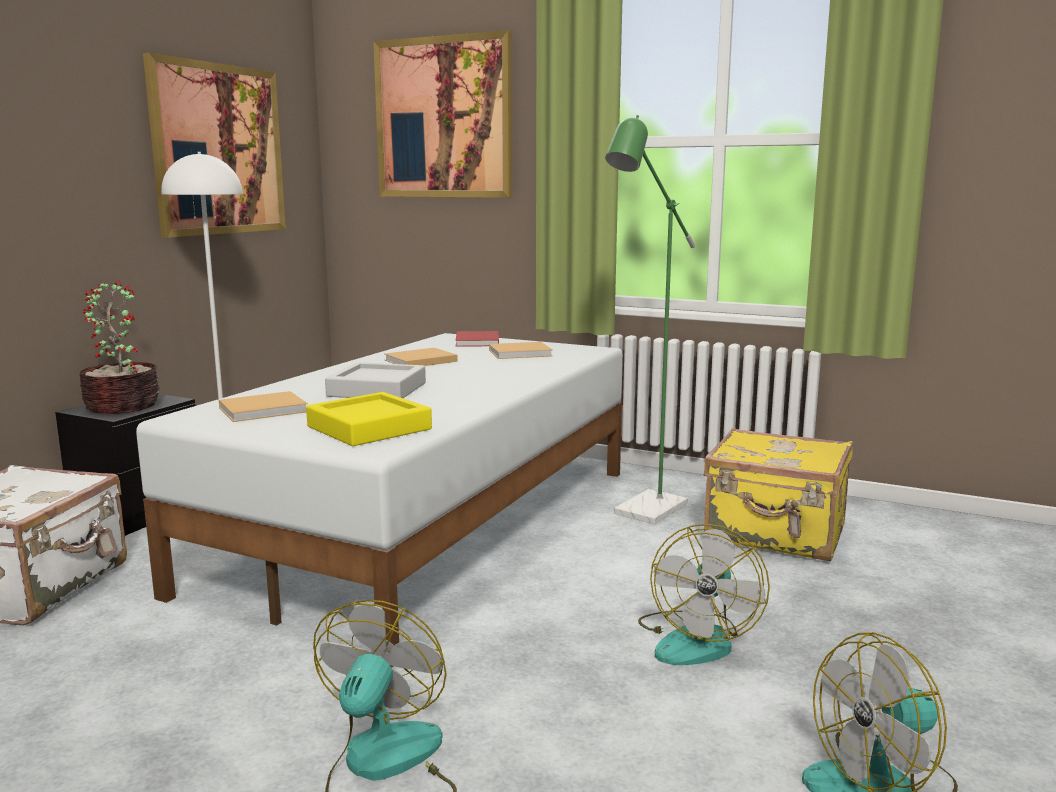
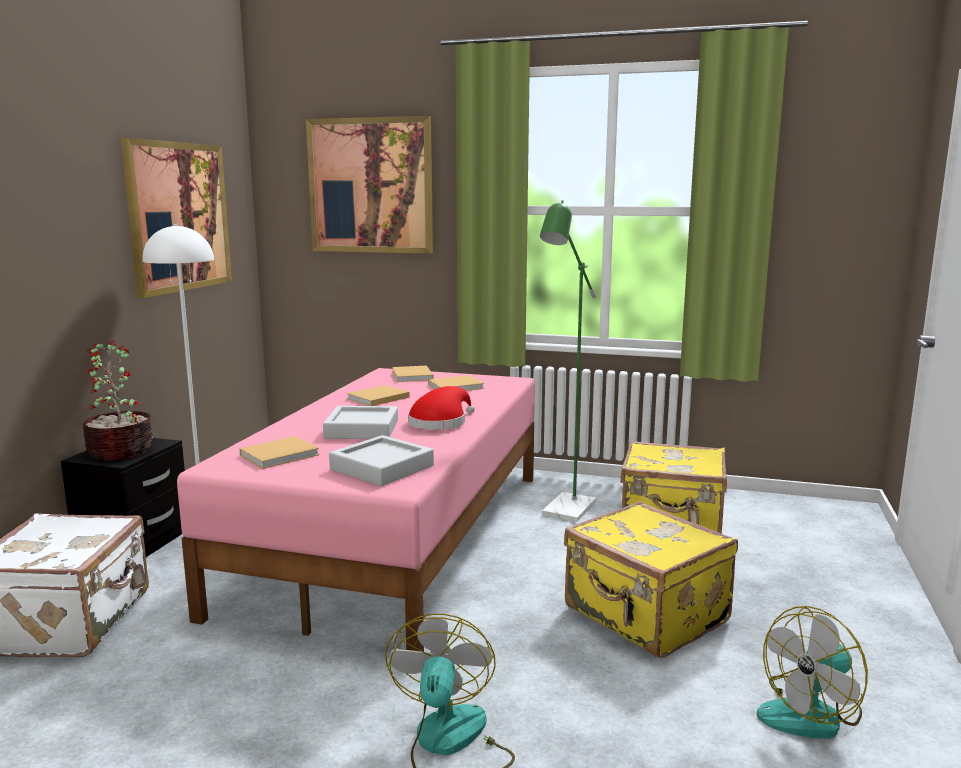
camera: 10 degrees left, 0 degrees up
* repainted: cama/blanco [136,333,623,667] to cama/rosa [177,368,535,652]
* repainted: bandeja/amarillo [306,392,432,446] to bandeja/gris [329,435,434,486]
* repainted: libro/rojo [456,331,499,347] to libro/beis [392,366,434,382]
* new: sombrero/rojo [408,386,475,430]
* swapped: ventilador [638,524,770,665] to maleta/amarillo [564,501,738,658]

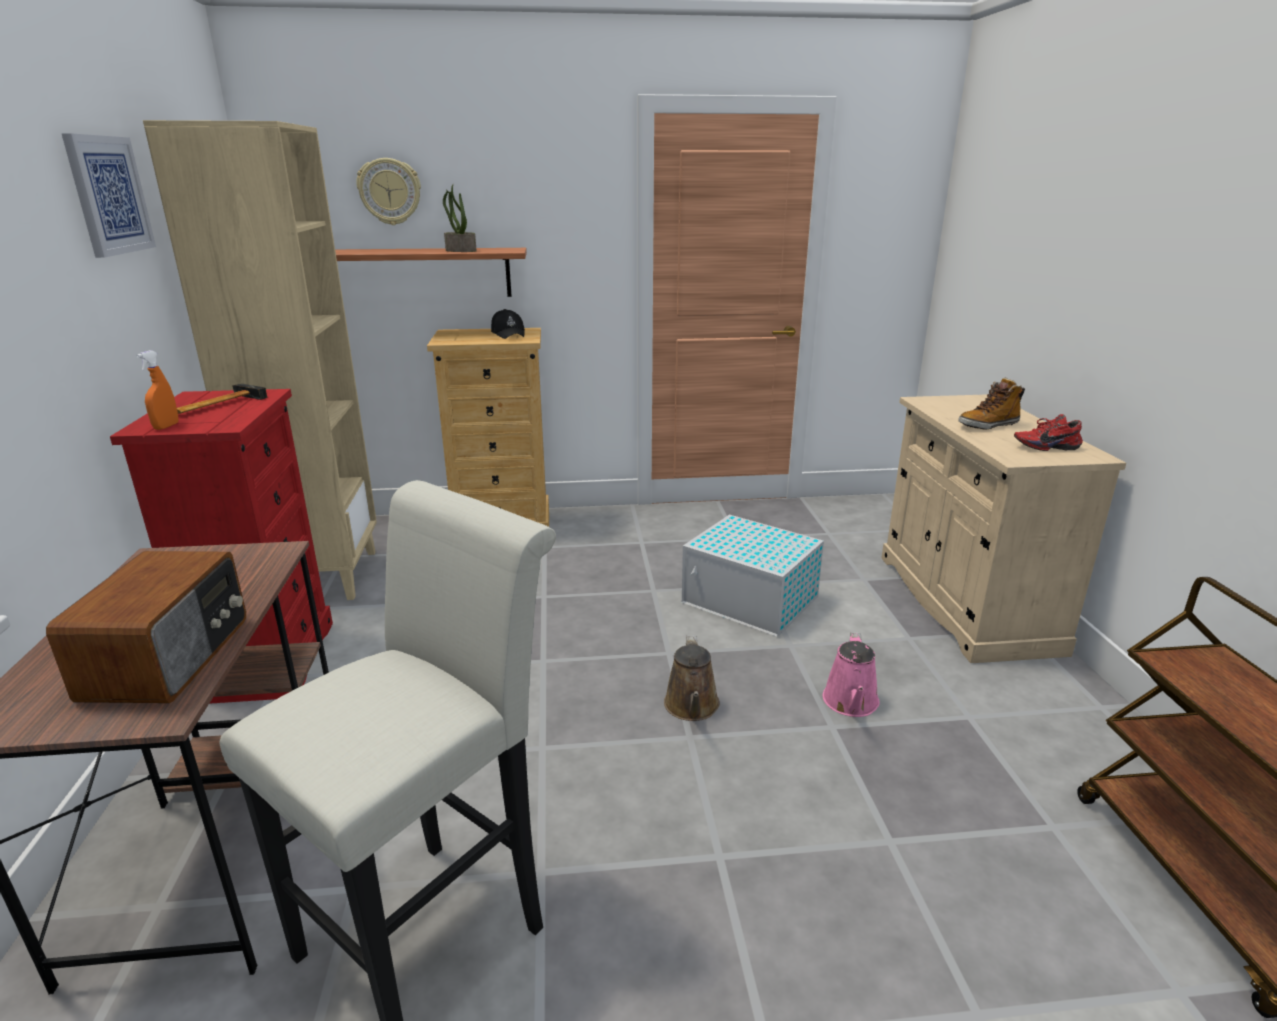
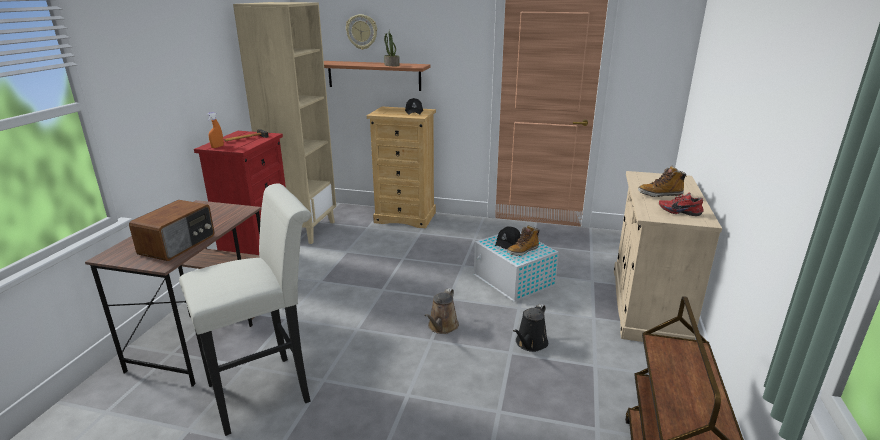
camera: 20 degrees right, 0 degrees up
* new: gorra/negro [495,226,521,249]
* new: bota [507,225,540,256]
* repainted: regadera/rosa [823,632,880,717] to regadera/negro [513,304,548,352]
* gone: cuadro [61,133,156,258]

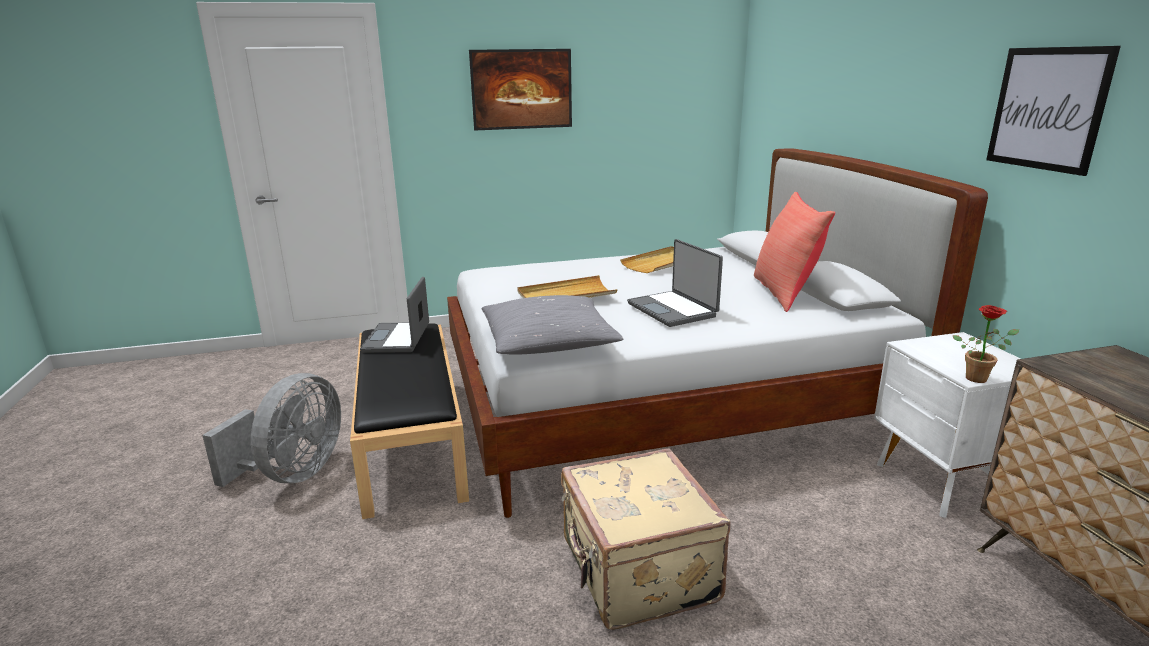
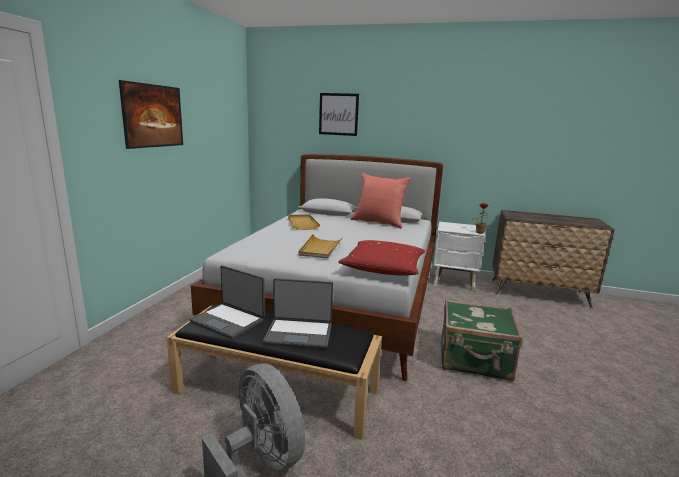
camera: 60 degrees left, 5 degrees down
* shifted: portátil [627,239,723,327] to [263,278,333,349]
* shifted: cuadro [986,46,1121,176] to [319,93,359,136]
* repainted: cojín/gris [482,295,624,354] to cojín/rojo [338,240,425,276]
* repainted: maleta/beis [561,448,731,630] to maleta/verde [441,299,523,381]

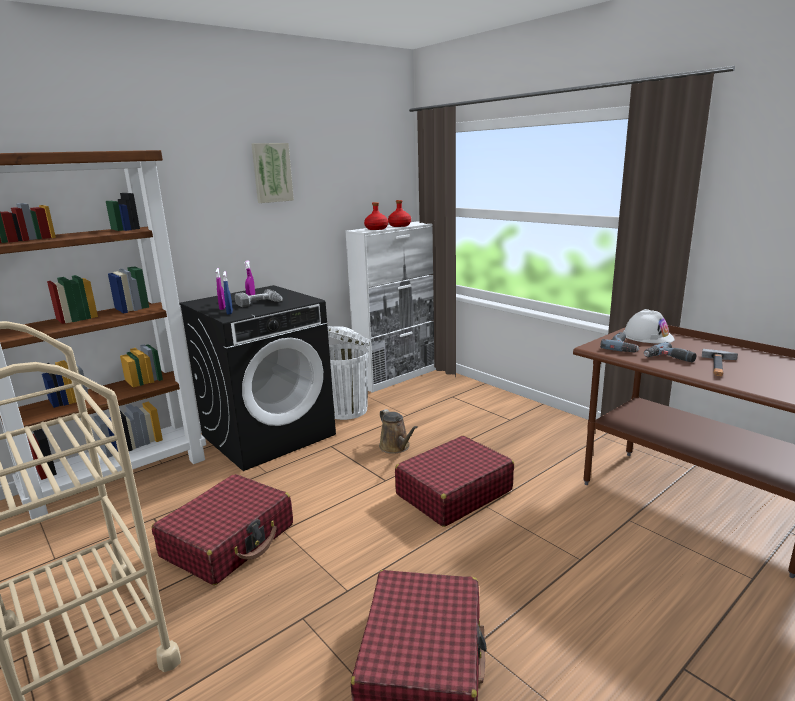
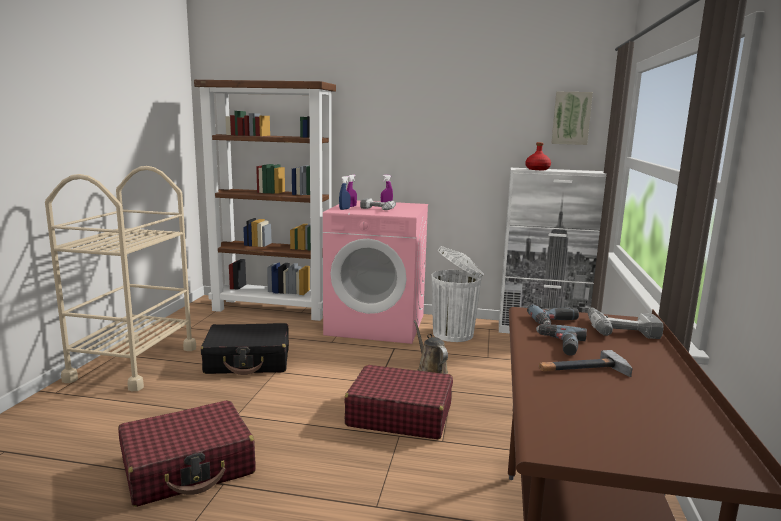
camera: 50 degrees right, 5 degrees down
* repainted: maleta/rojo [152,474,293,585] to maleta/negro [201,323,289,375]
* repainted: lavadora/negro [179,285,336,471] to lavadora/rosa [323,200,428,344]
* rotated: regadera/marrón [379,409,418,454] = [414,320,448,374] 135 degrees clockwise
* shifted: cuadro [251,143,294,203] to [551,92,593,145]
* swapped: casco/blanco [623,309,675,344] to taladro [587,307,664,339]
* gone: botella/rojo [388,200,411,227]

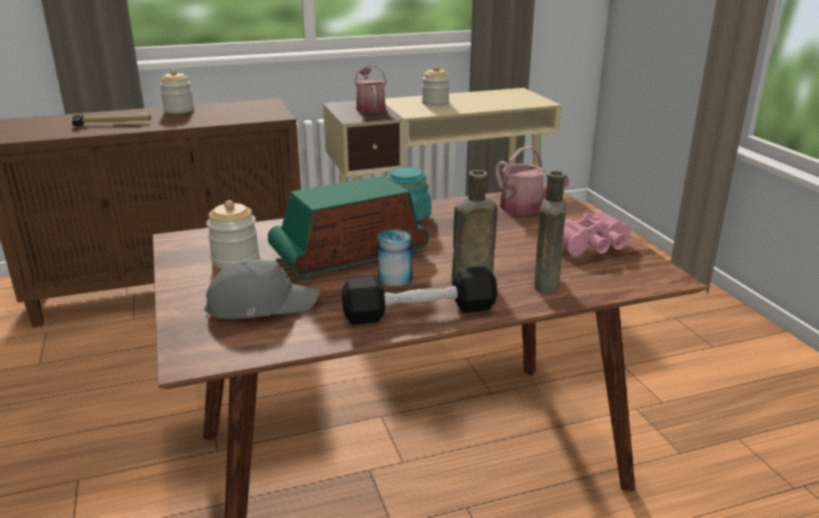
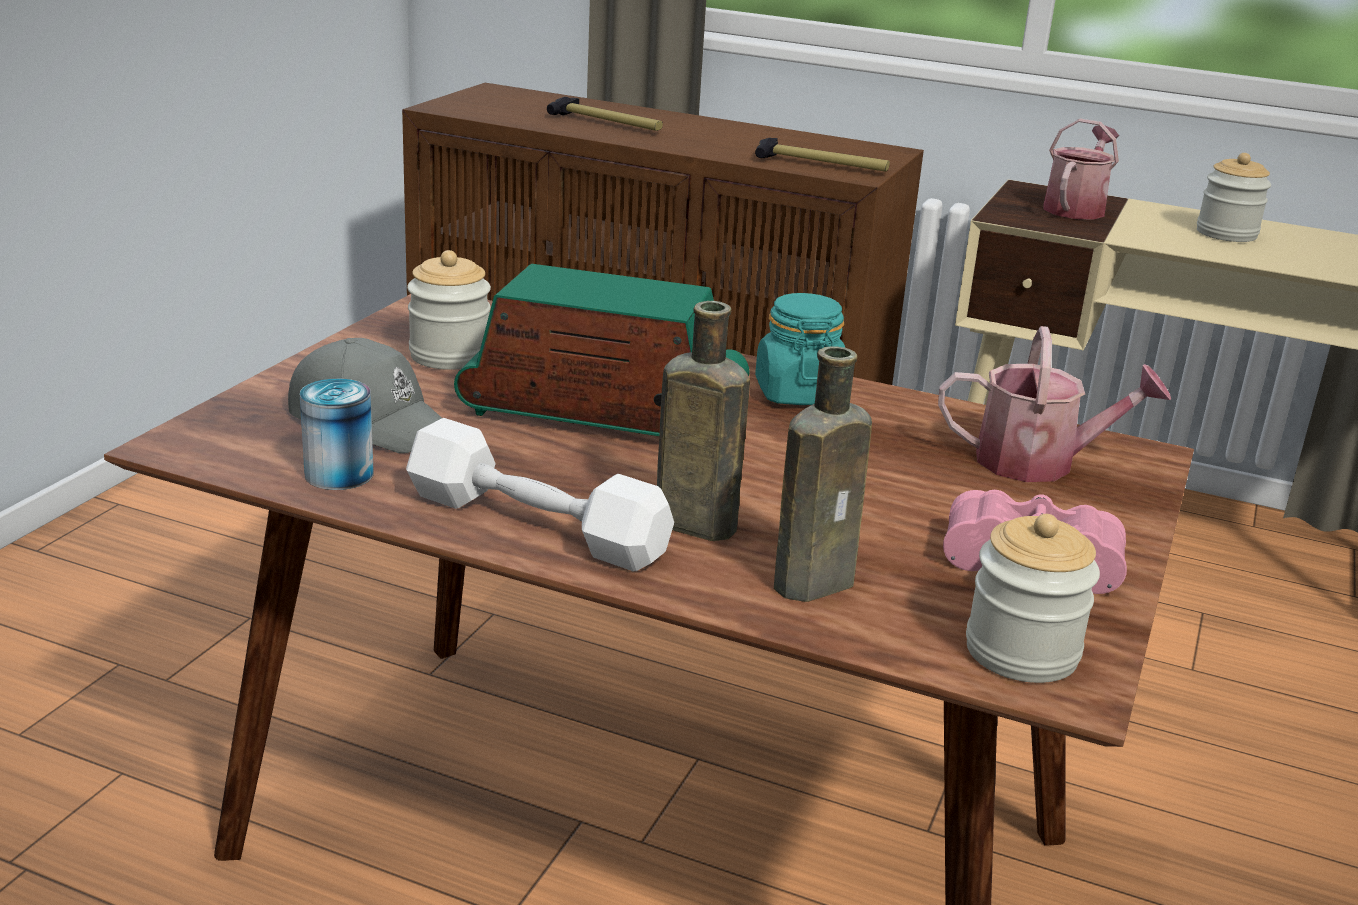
camera: 40 degrees right, 0 degrees up
* shifted: lata [377,229,413,286] to [300,379,374,490]
* repainted: mancuerna/negro [342,266,498,325] to mancuerna/blanco [406,418,674,571]
* new: martillo [755,138,890,171]
* rotated: regadera [495,146,569,215] = [938,326,1171,482] 90 degrees counterclockwise
* shifted: tarro [159,70,194,114] to [966,514,1100,683]

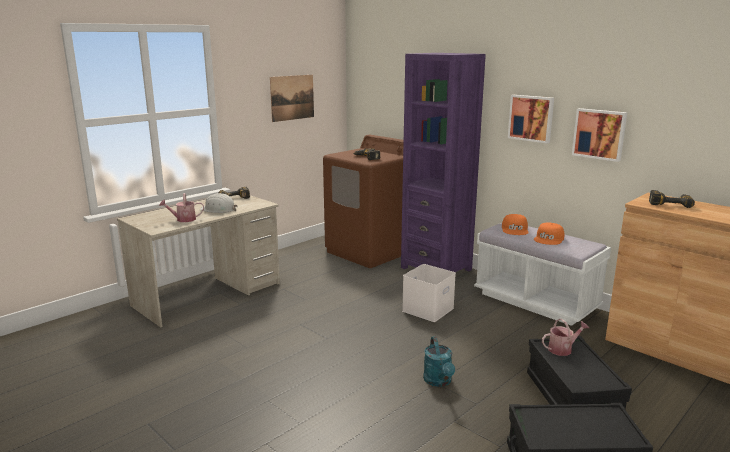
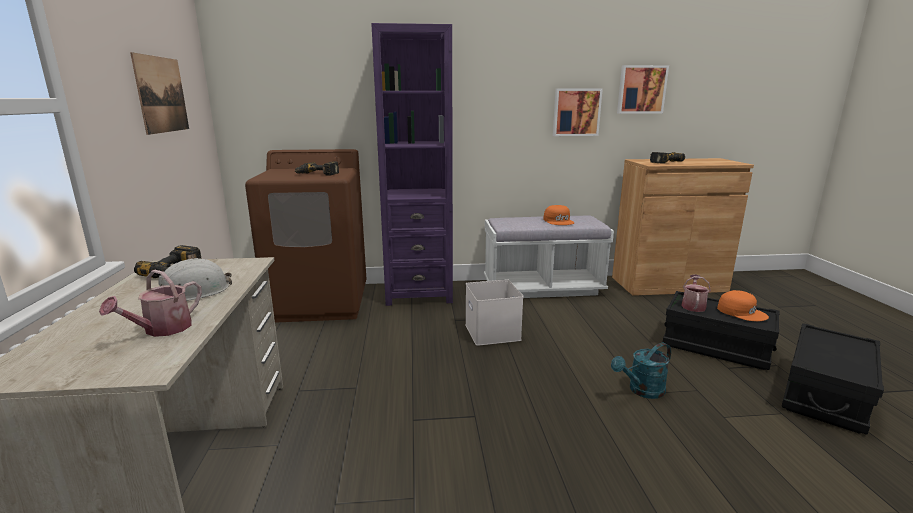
camera: 50 degrees left, 0 degrees up
* rotated: regadera/turquesa [423,336,455,387] = [611,343,671,399] 120 degrees clockwise
* shifted: cuadro [508,95,554,143] to [617,65,669,114]
* shifted: gorra/naranja [502,214,529,235] to [717,290,769,321]

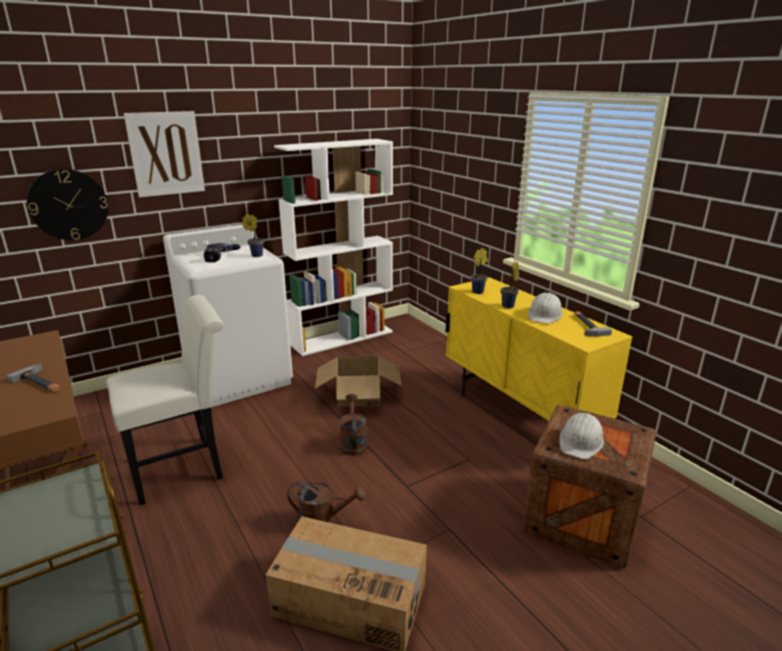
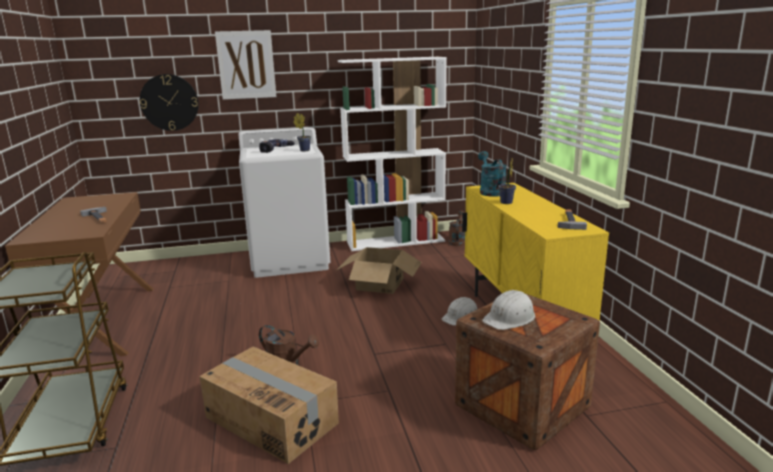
camera: 20 degrees right, 5 degrees down
* shifted: casco/blanco [528,292,563,324] to [442,297,477,326]
* shifted: regadera/marrón [339,394,368,456] to [449,210,465,246]
* swapped: planta en maceta [471,247,488,294] to regadera/turquesa [478,151,507,197]
* gone: silla/blanco [106,294,224,505]

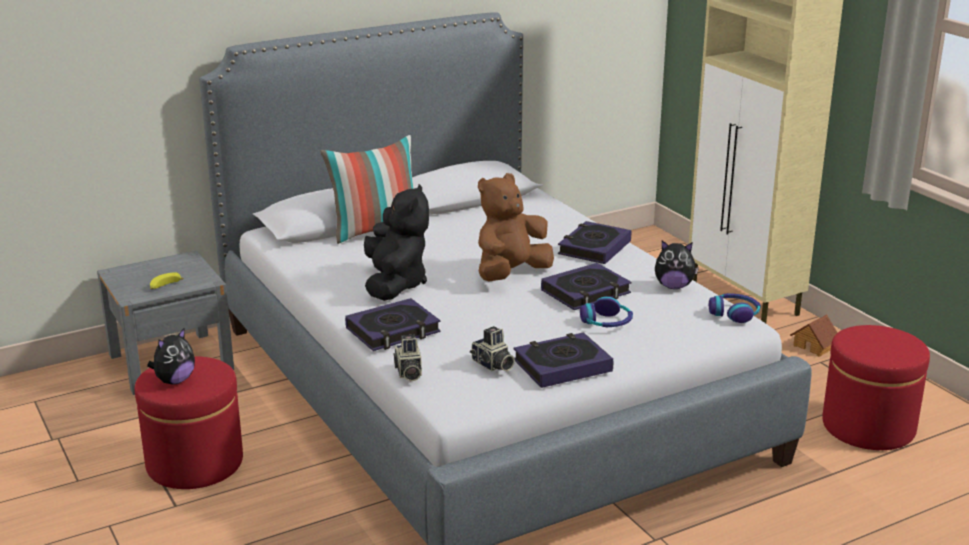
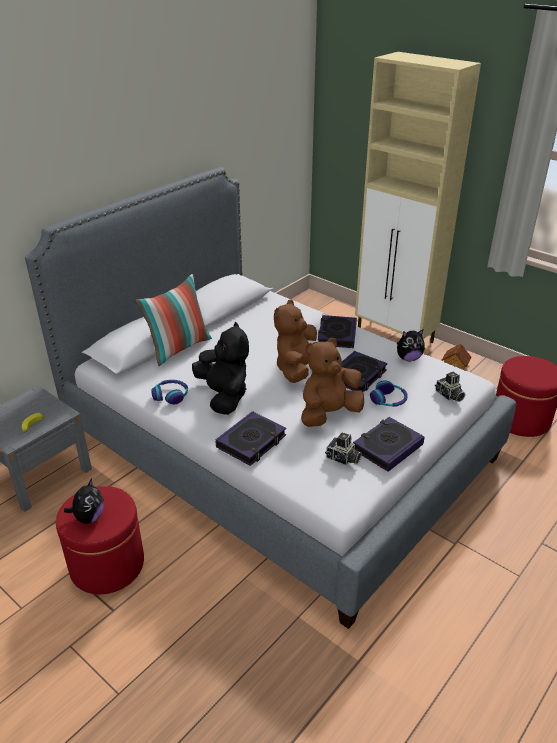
camera: 20 degrees left, 10 degrees up
* shifted: auriculares [709,293,761,323] to [151,380,188,405]
* new: peluche/marrón [301,338,364,427]
* shifted: cámara [394,335,422,381] to [435,372,465,402]

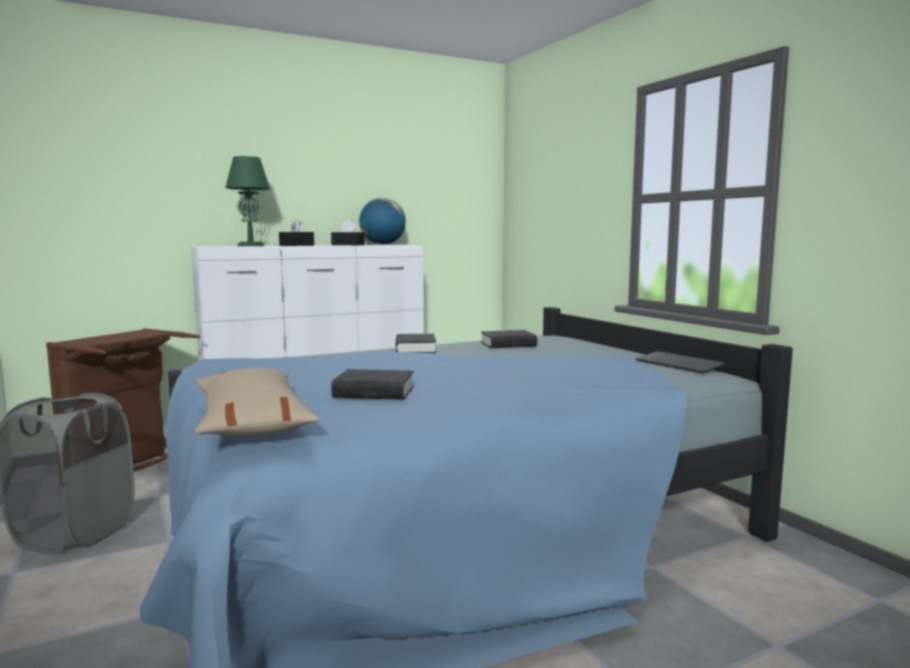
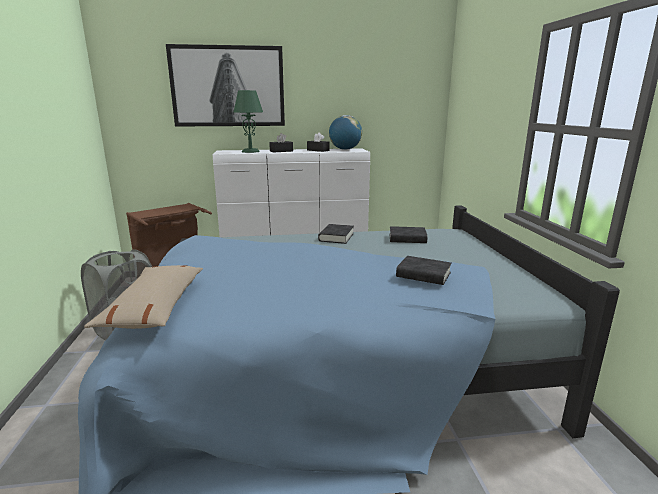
camera: 20 degrees right, 10 degrees up
* new: cuadro [166,44,285,127]
* shifted: libro/negro [331,369,414,400] to [396,256,452,285]
* gone: teclado [635,351,725,374]

